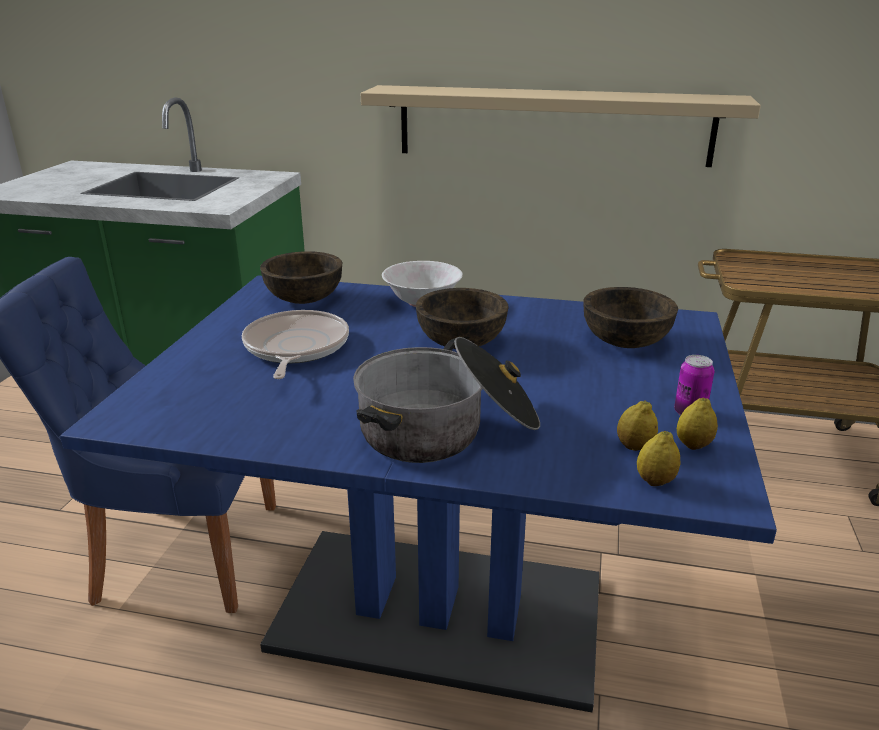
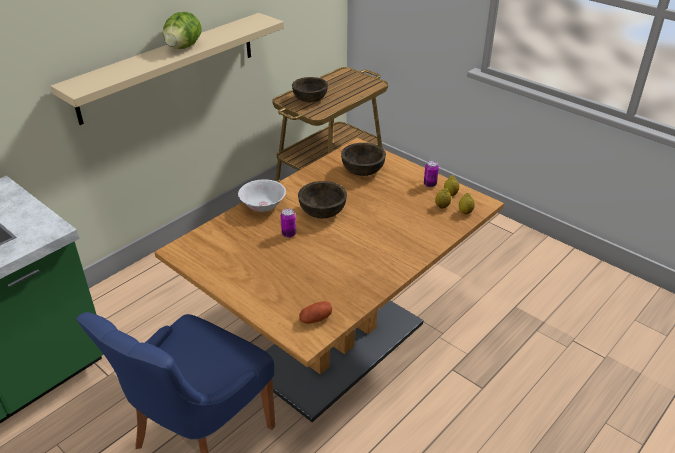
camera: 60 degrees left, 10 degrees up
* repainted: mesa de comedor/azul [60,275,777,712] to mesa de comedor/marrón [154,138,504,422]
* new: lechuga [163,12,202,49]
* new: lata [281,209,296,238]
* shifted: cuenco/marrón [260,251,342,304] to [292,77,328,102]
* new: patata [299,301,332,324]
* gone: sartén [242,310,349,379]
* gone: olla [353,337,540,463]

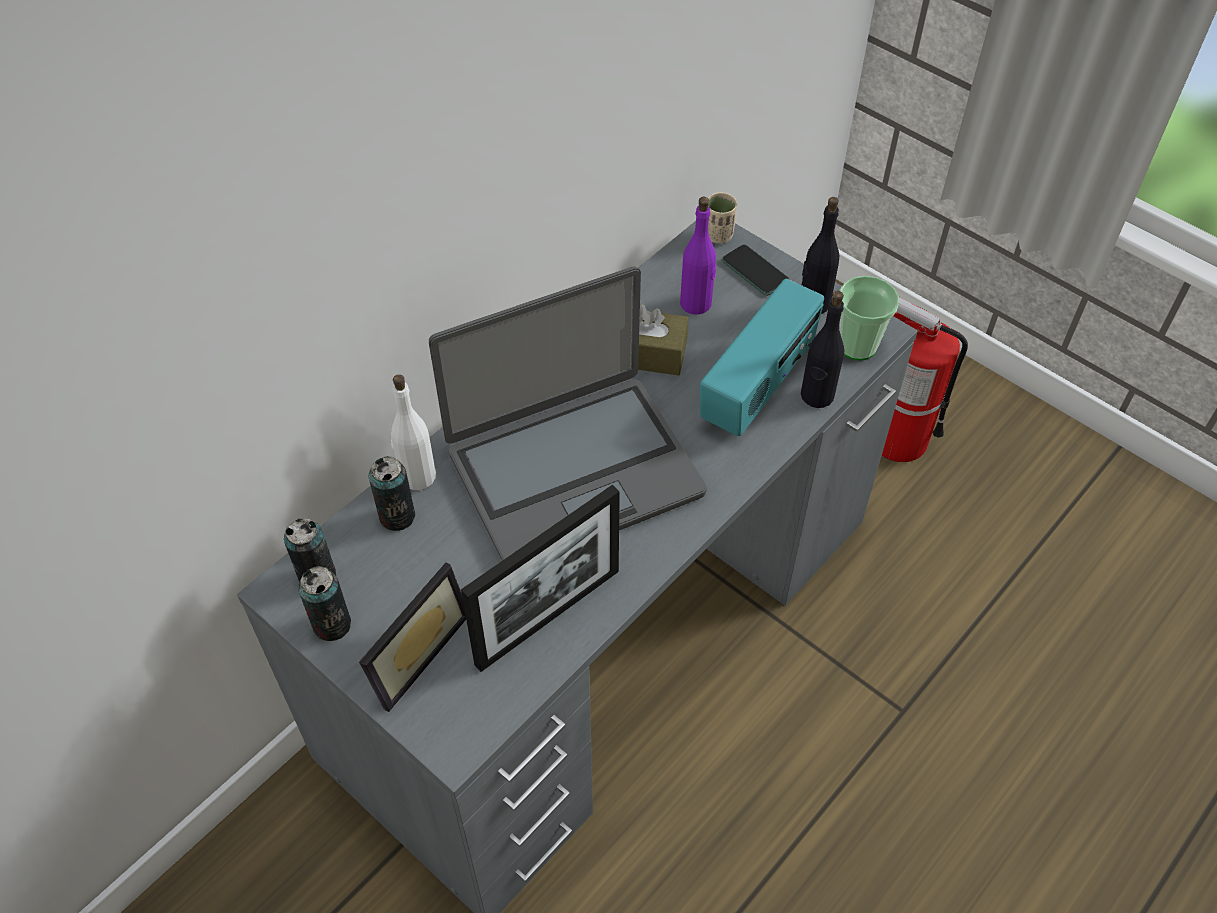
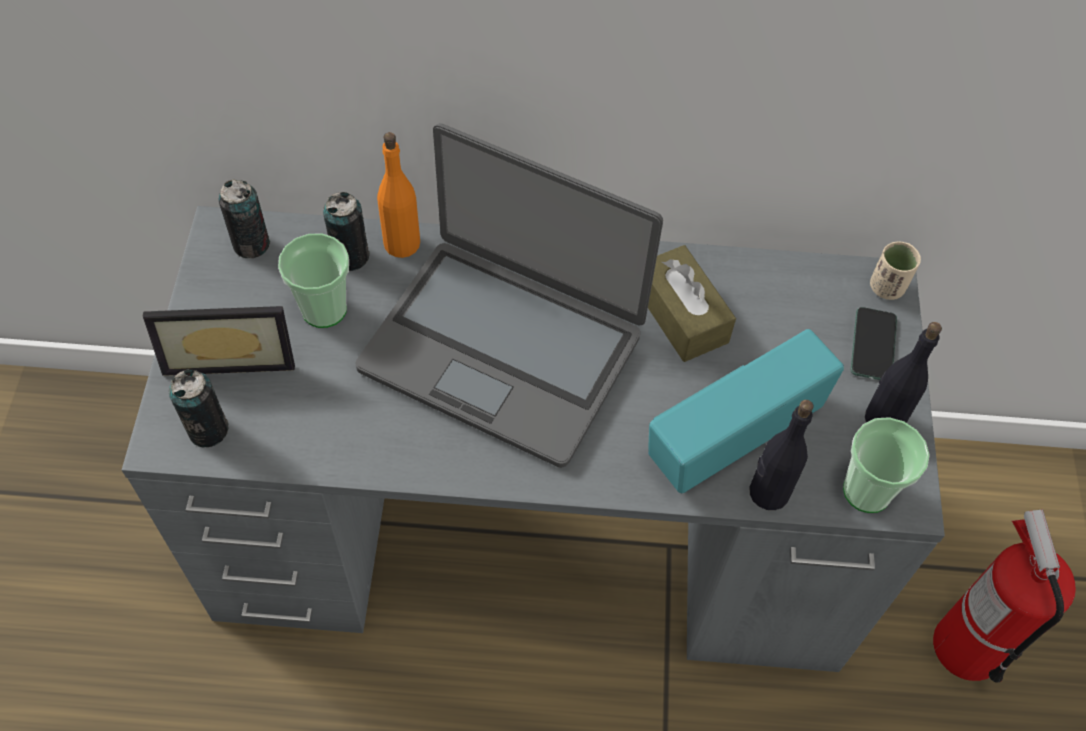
camera: 50 degrees right, 5 degrees up
* shifted: lata [298,566,351,641] to [169,369,229,448]
* new: taza [278,233,349,328]
* repainted: botella/blanco [391,374,436,490] to botella/naranja [377,132,420,258]
* rotated: radio [700,279,824,436] = [648,329,844,493] 150 degrees clockwise
* gone: portarretratos [461,485,620,672]
* gone: botella/morado [680,197,717,315]

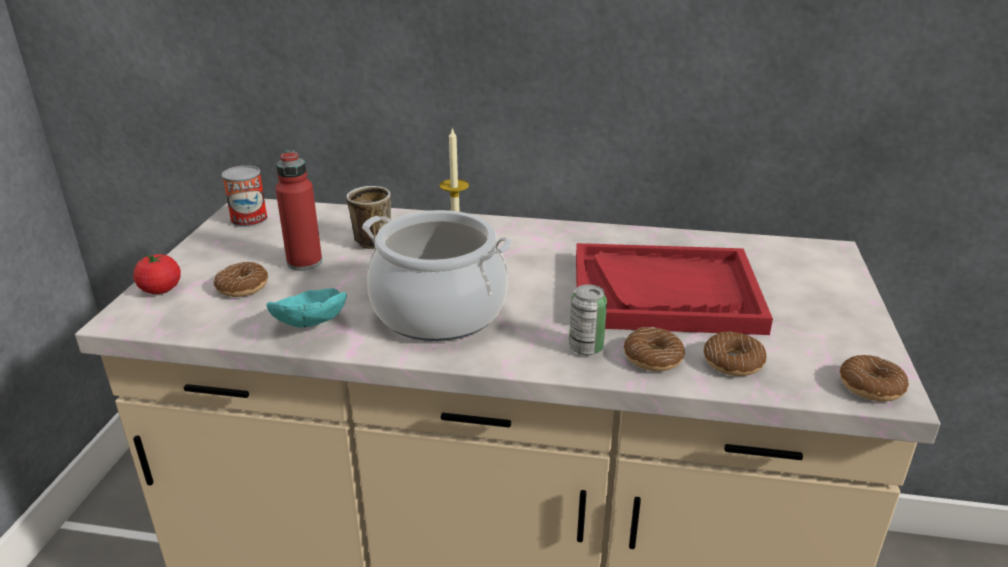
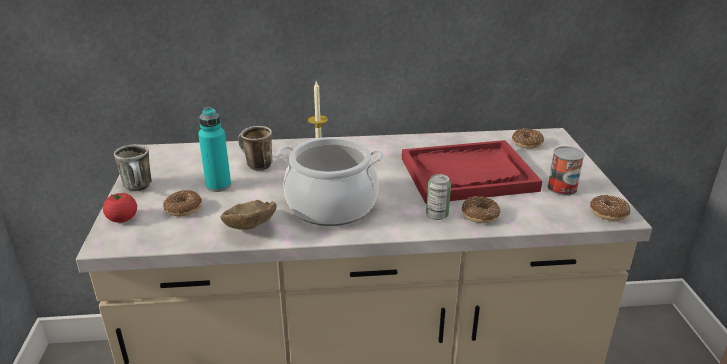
camera: 15 degrees left, 0 degrees up
* new: taza grande [114,144,152,191]
* repainted: botella/rojo [275,150,322,271] to botella/turquesa [198,107,231,192]
* repainted: cuenco/turquesa [266,288,347,328] to cuenco/marrón [220,200,277,230]
* shifted: rosquilla [704,331,766,376] to [512,129,544,149]
* shifted: lata [222,166,268,227] to [547,146,585,196]

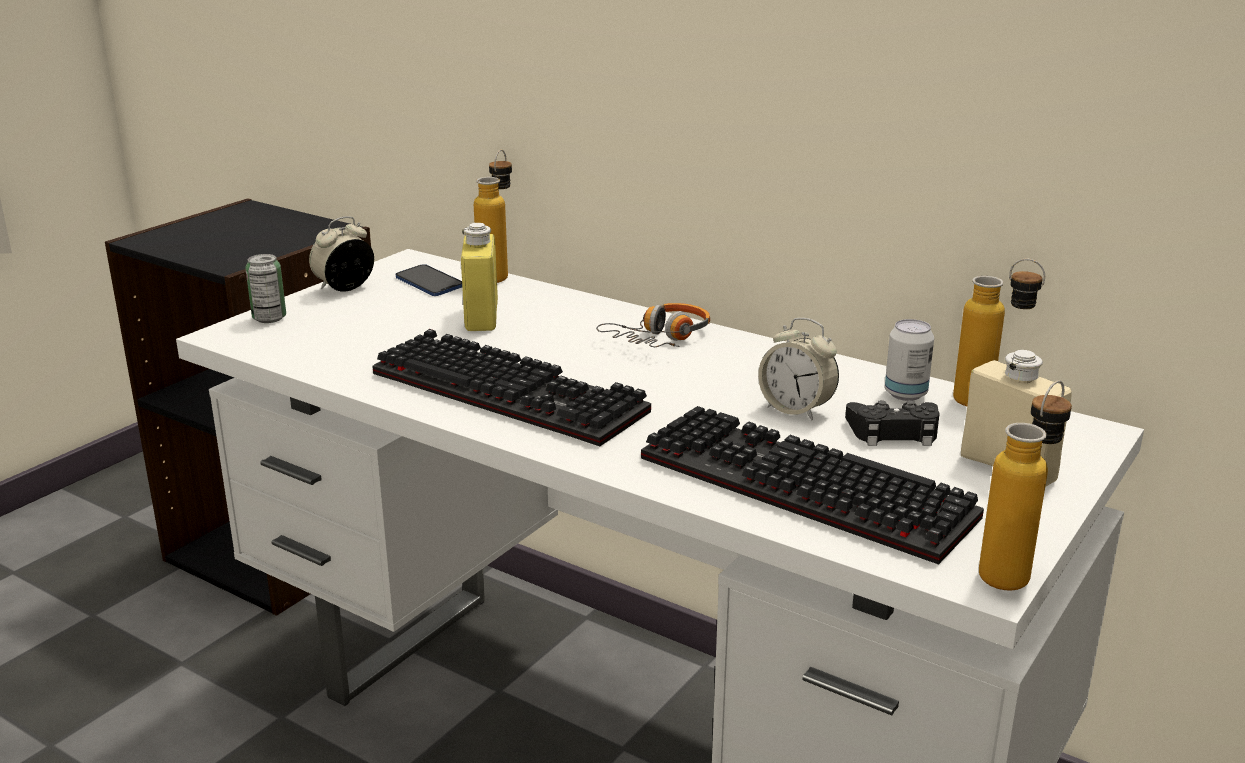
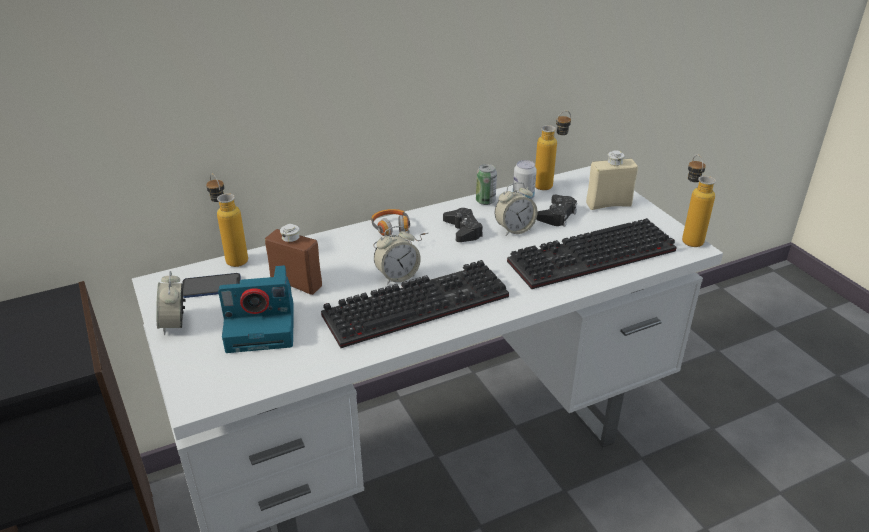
camera: 60 degrees left, 10 degrees up
* new: cámara [218,265,294,353]
* repainted: botella/amarillo [461,223,498,331] to botella/marrón [265,224,322,295]
* new: despertador [374,226,421,285]
* new: mando de consola/negro [443,208,483,242]
* shifted: lata [245,254,286,323] to [476,164,497,205]

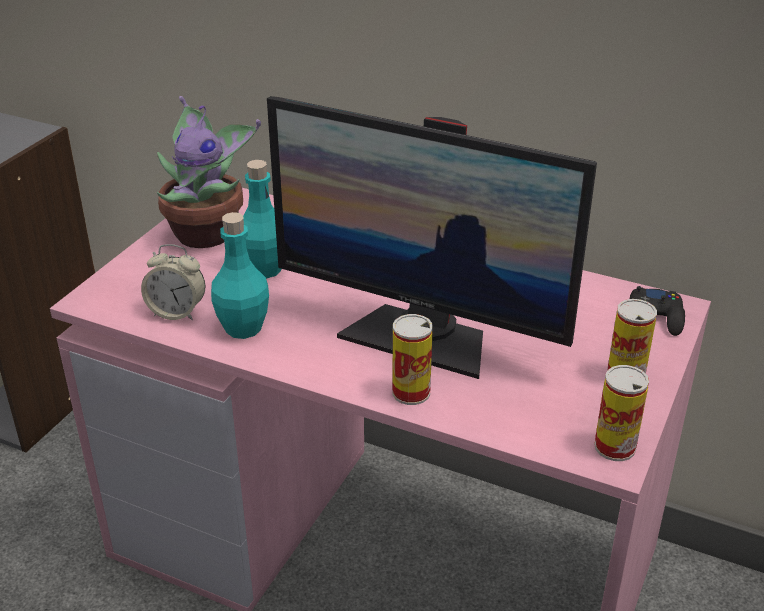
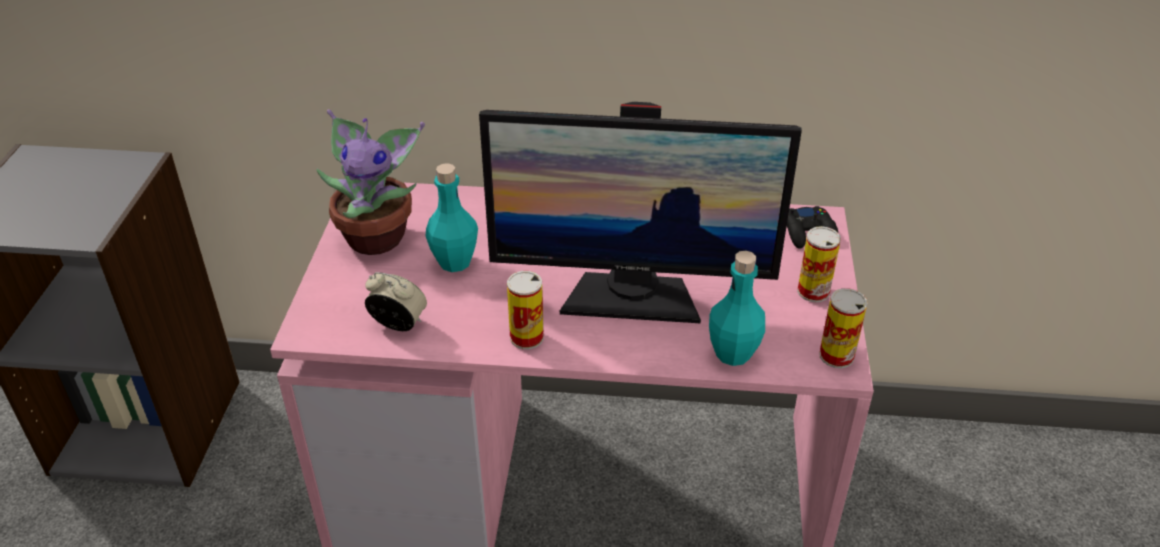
camera: 20 degrees left, 5 degrees up
* rotated: despertador [141,244,205,320] = [365,272,427,331] 150 degrees counterclockwise
* shifted: lata [392,314,433,405] to [507,271,544,349]
* shifted: botella/turquesa [211,212,269,339] to [709,251,765,366]

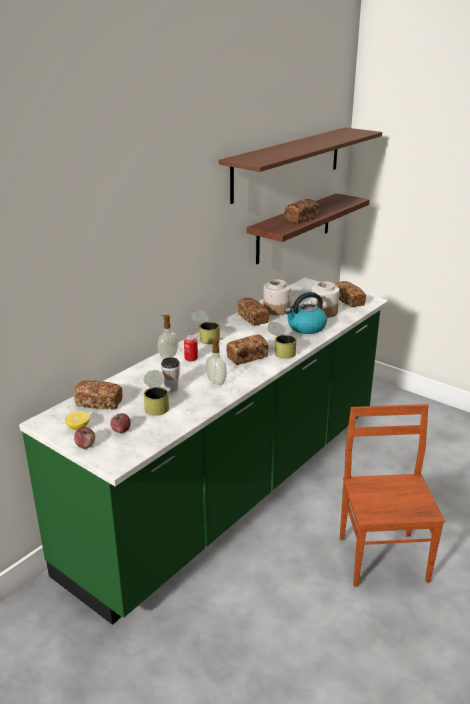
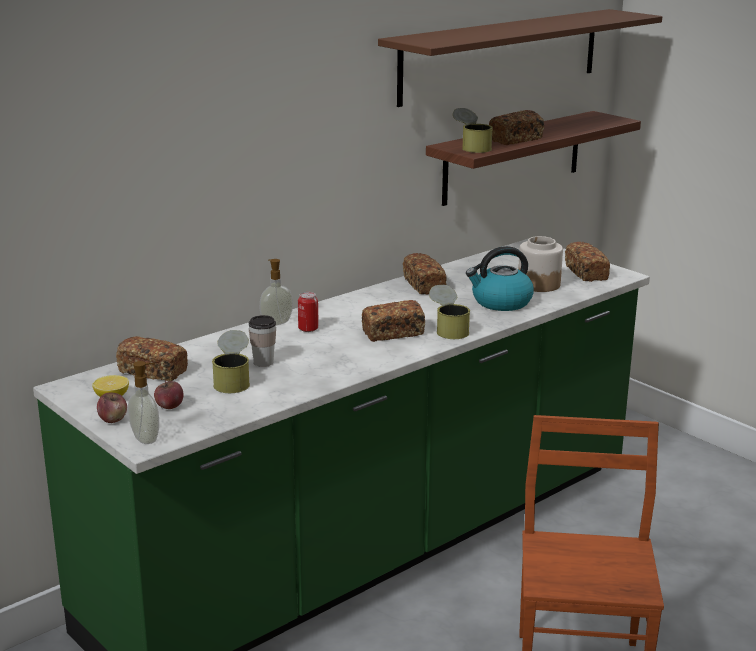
camera: 10 degrees right, 5 degrees down
* shifted: dispensador de jabón [206,338,227,385] to [128,361,159,444]
* shifted: lata [191,310,220,344] to [453,108,493,153]
* gone: tarro [263,279,291,315]

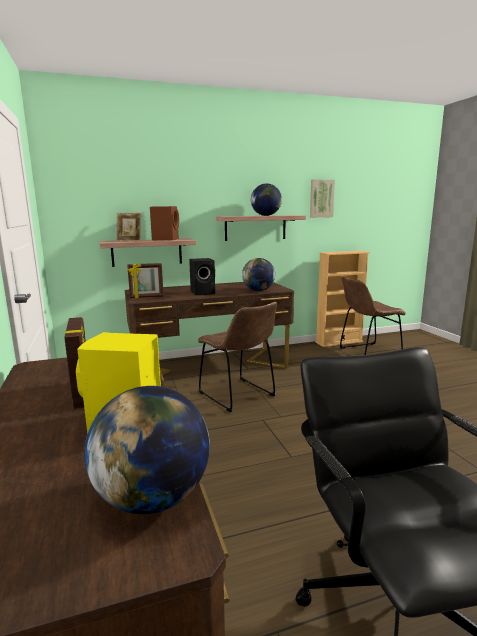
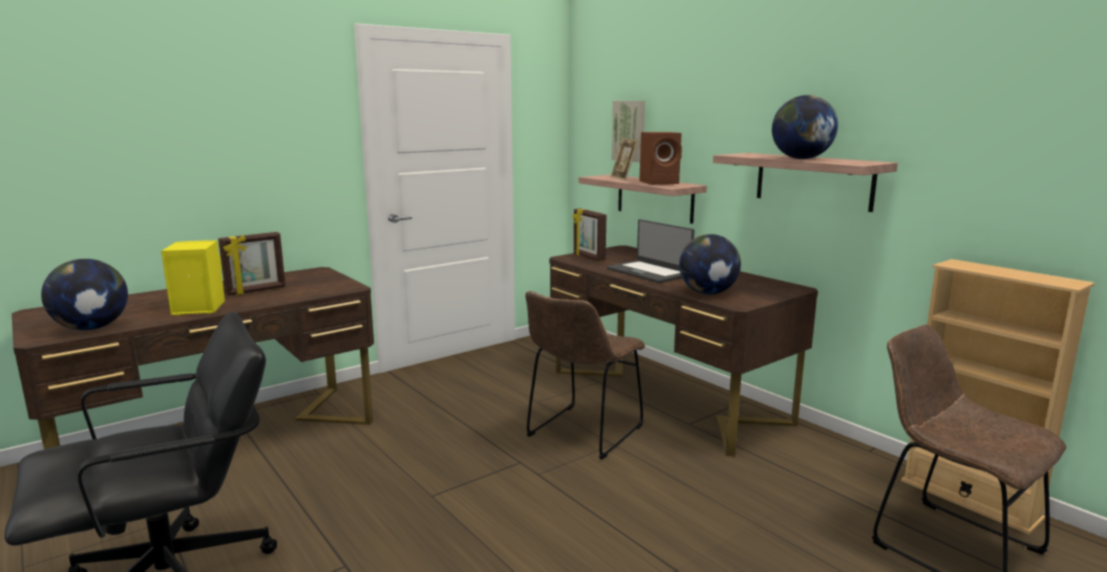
camera: 70 degrees right, 0 degrees up
* swapped: altavoz/negro [189,258,215,295] to portátil [607,219,694,283]
* shifted: cuadro [310,179,335,218] to [612,101,645,162]

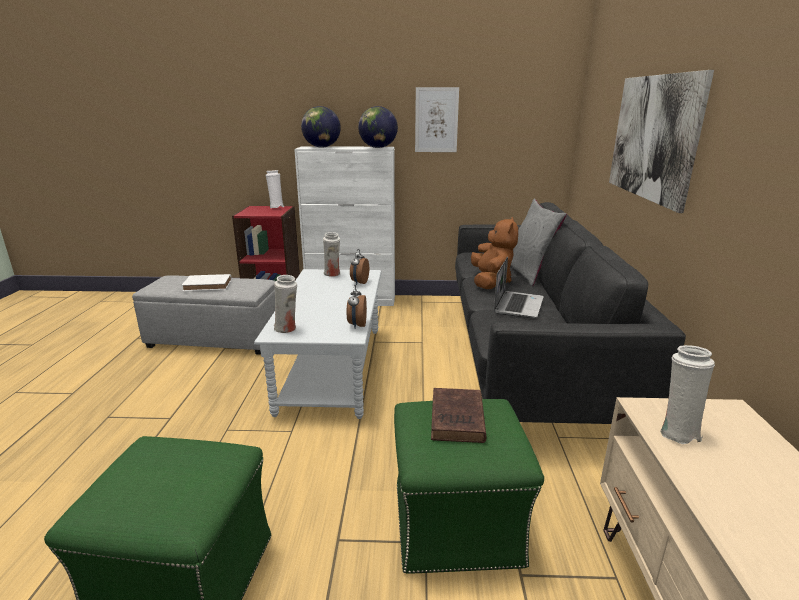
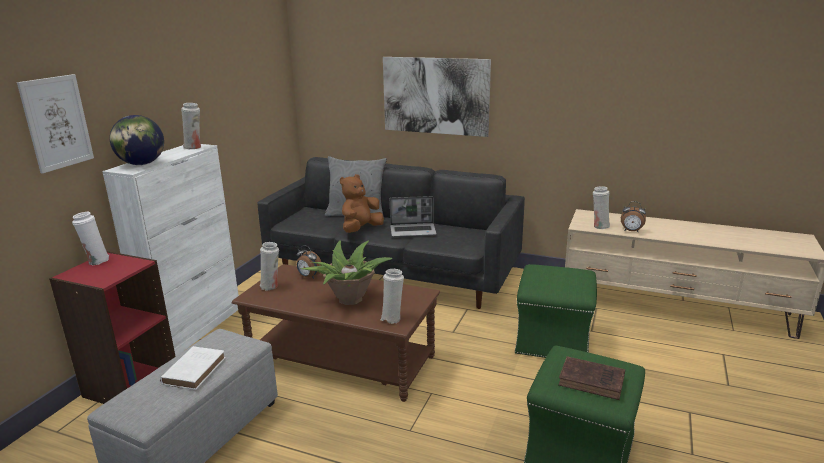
camera: 70 degrees left, 0 degrees up
* shifted: cuadro [415,87,459,152] to [17,74,94,174]
* swapped: globo terráqueo [358,106,398,148] to florero/blanco [181,103,201,149]
* repainted: mesa de centro/gris [254,269,382,419] to mesa de centro/marrón [232,264,440,402]
* new: planta en maceta [300,240,392,305]
* rotated: peluche/marrón [471,217,518,289] = [340,174,384,233] 75 degrees counterclockwise
* rotated: portátil [494,256,544,318] = [390,196,437,237] 135 degrees clockwise
* shifted: libro/marrón [431,388,487,443] to [558,356,625,400]
* shifted: despertador [347,285,367,328] to [621,201,646,232]

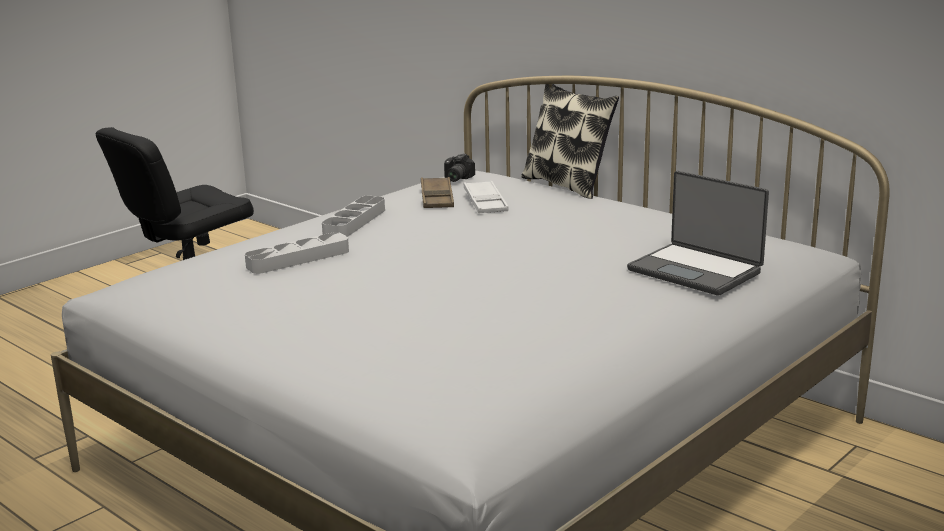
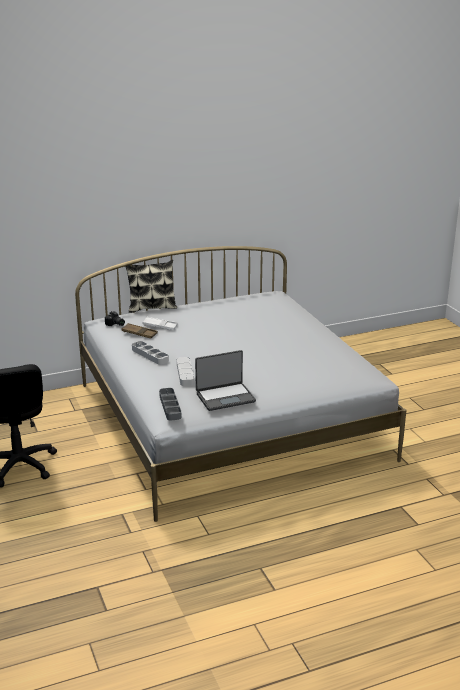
camera: 65 degrees left, 5 degrees up
* new: bandeja/gris [159,388,182,421]
* shifted: portátil [627,171,769,296] to [195,350,256,411]

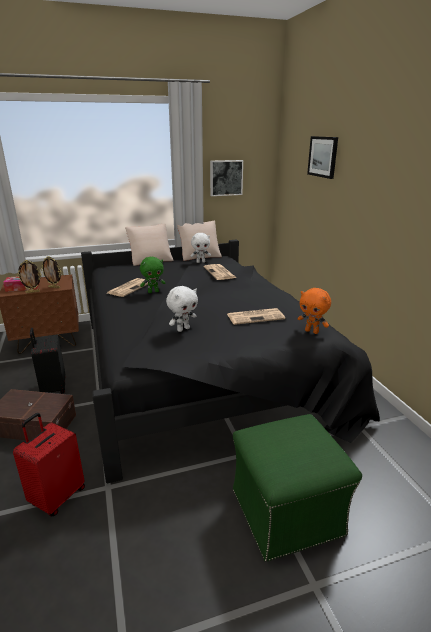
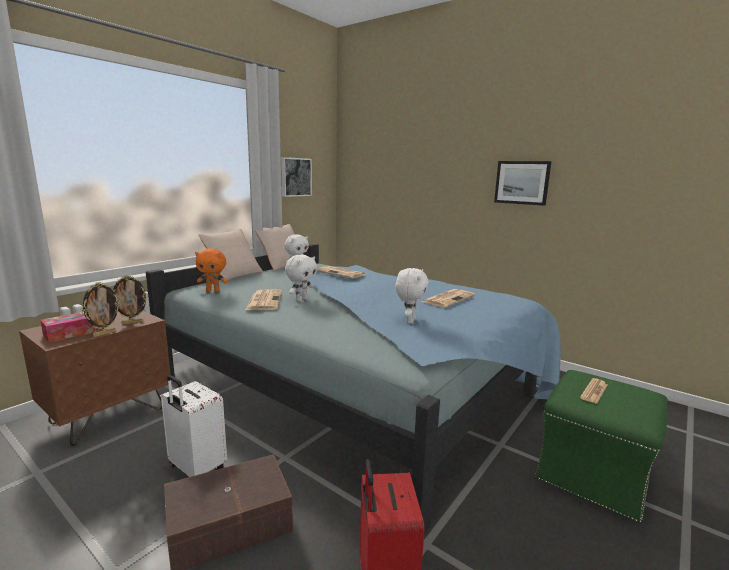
camera: 35 degrees left, 10 degrees down
* repainted: cama/negro [81,240,380,483] to cama/azul [146,244,561,534]
* repainted: maleta/negro [30,328,65,394] to maleta/blanco [161,375,227,477]
* shifted: peluche/naranja [298,288,331,334] to [195,248,228,292]
* repainted: peluche/verde [140,257,165,293] to peluche/blanco [285,254,317,301]
* shifted: cuadro [307,136,338,179] to [494,161,552,206]
* new: periódico [580,378,608,404]

